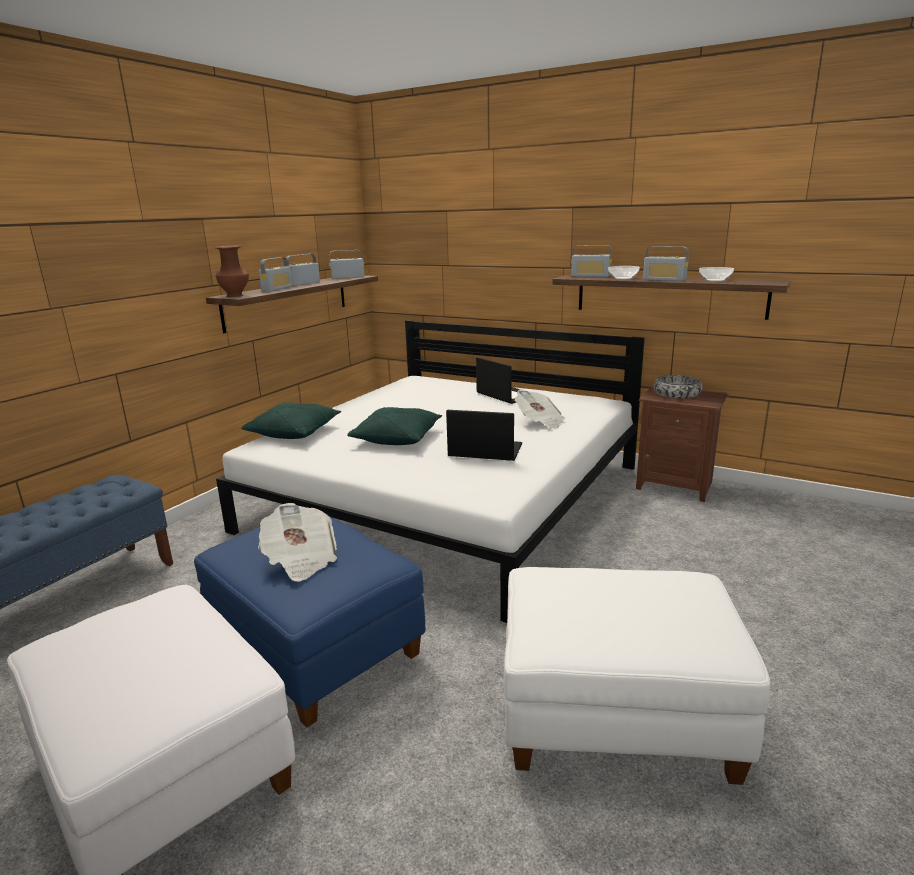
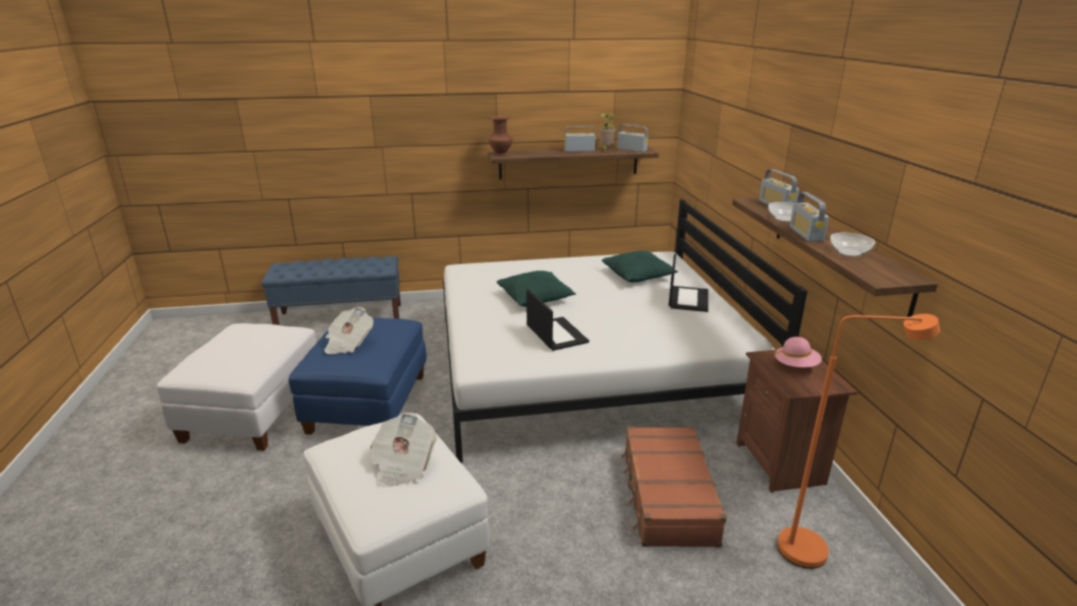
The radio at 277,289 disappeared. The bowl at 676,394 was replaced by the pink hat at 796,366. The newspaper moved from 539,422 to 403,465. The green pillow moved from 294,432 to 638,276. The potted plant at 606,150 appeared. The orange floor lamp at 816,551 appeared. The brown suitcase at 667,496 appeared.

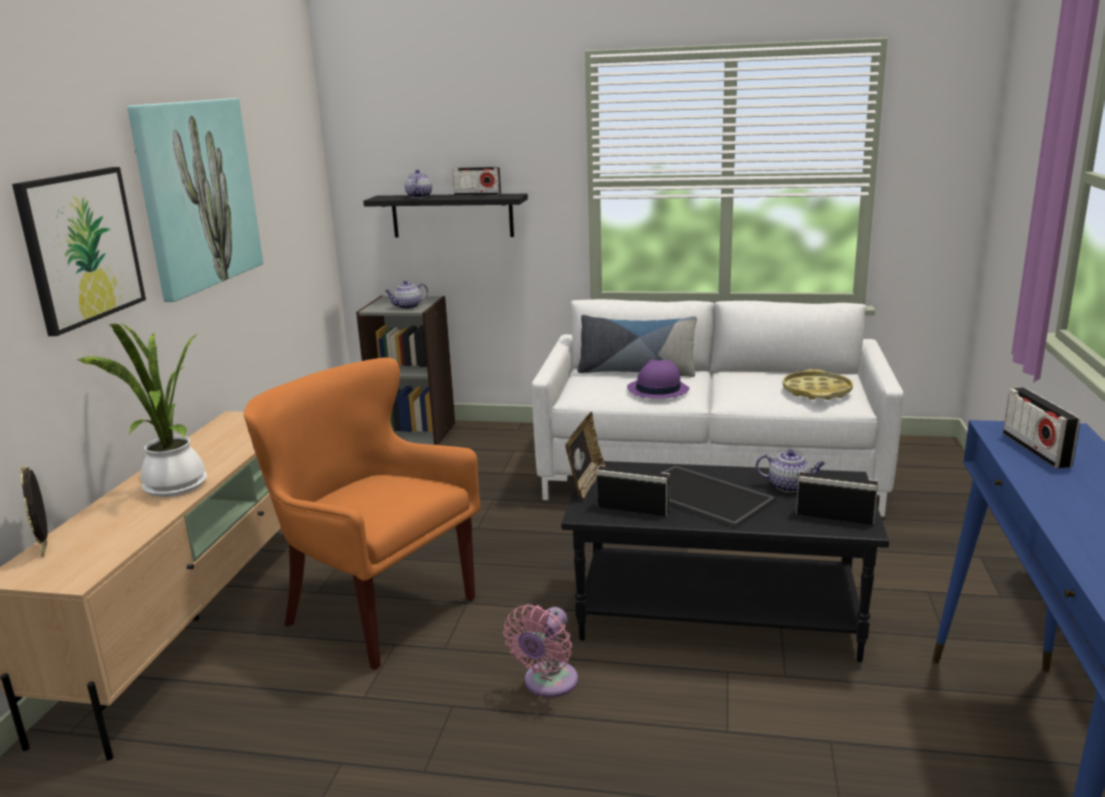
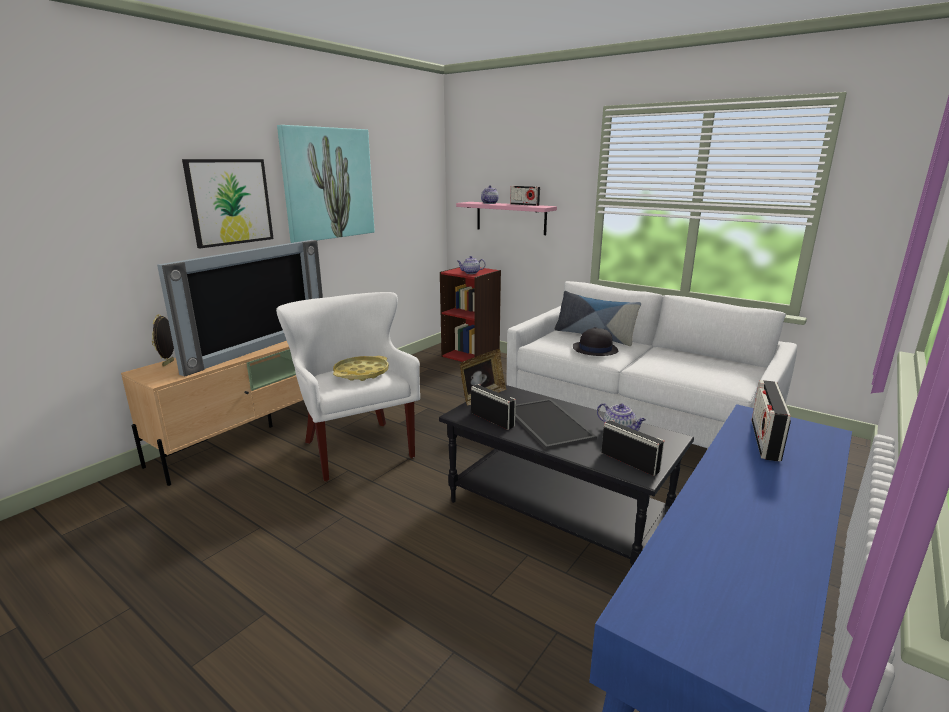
The black shelf at 452,215 became the pink shelf at 510,218. The grey bookcase at 415,433 became the red bookcase at 471,355. The potted plant at 172,488 was replaced by the television at 257,347. The orange armchair at 377,610 became the white armchair at 358,448. The purple hat at 657,389 became the black hat at 594,349. The yellow tray moved from 816,391 to 361,373. The pink fan at 548,683 disappeared.

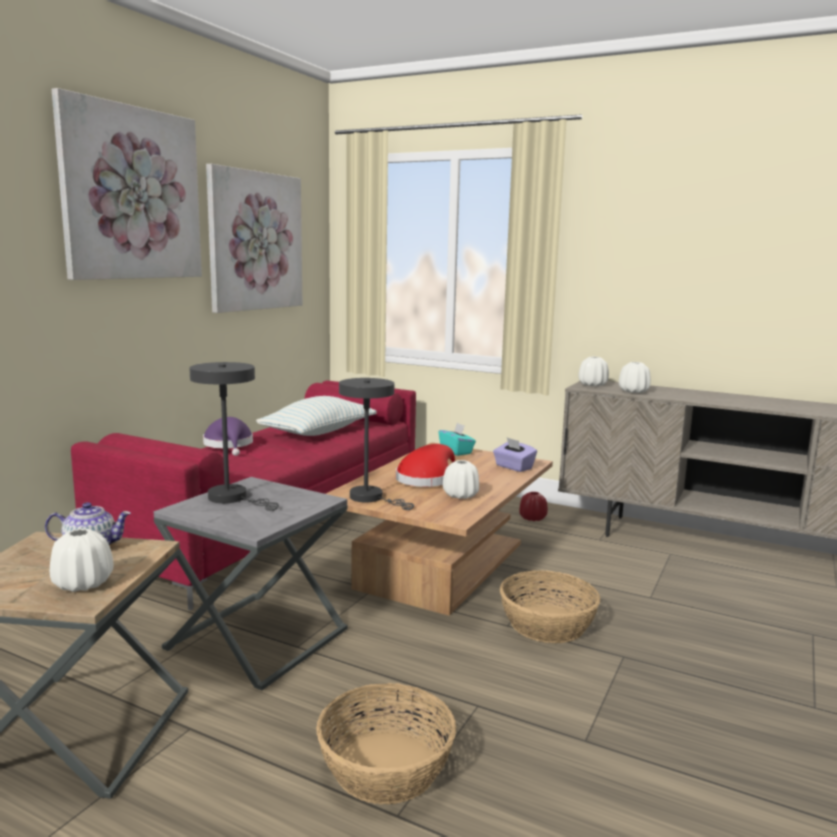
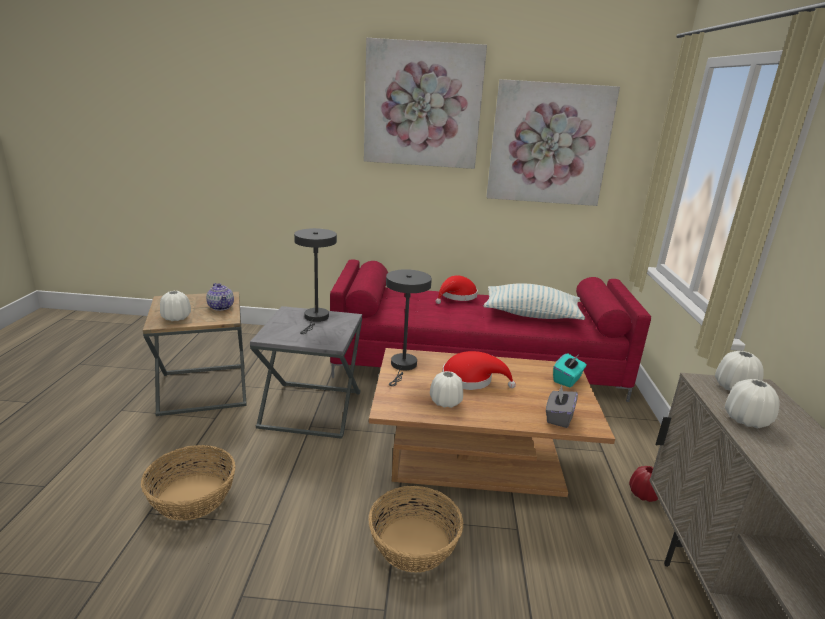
The purple hat at 229,445 became the red hat at 456,296. The purple tissue box at 513,467 became the grey tissue box at 558,417.

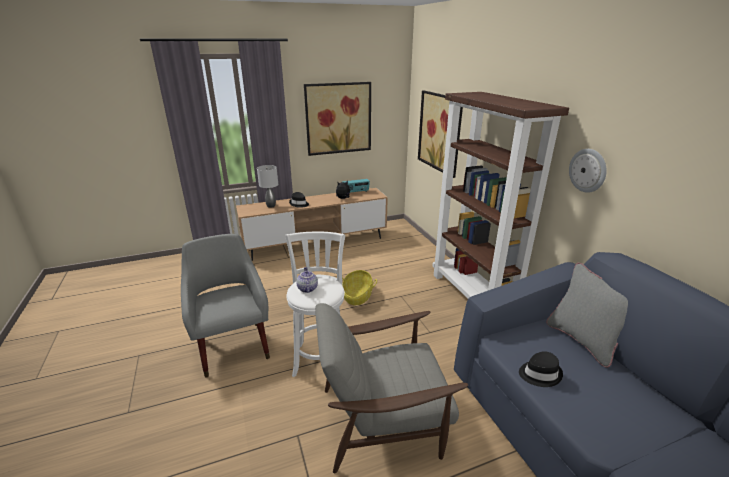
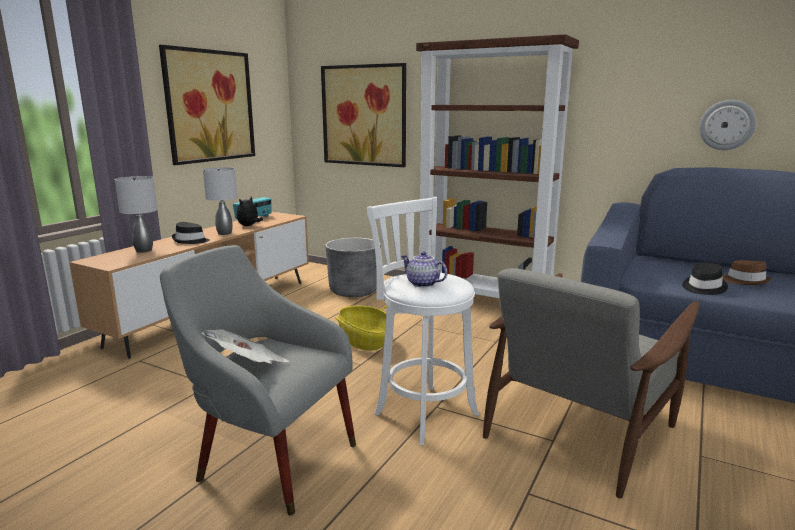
The wall clock moved from 588,170 to 727,125. The grey pillow at 582,341 disappeared. The grey table lamp at 225,233 appeared. The grey planter at 354,291 appeared. The brown hat at 745,281 appeared. The newspaper at 247,366 appeared.

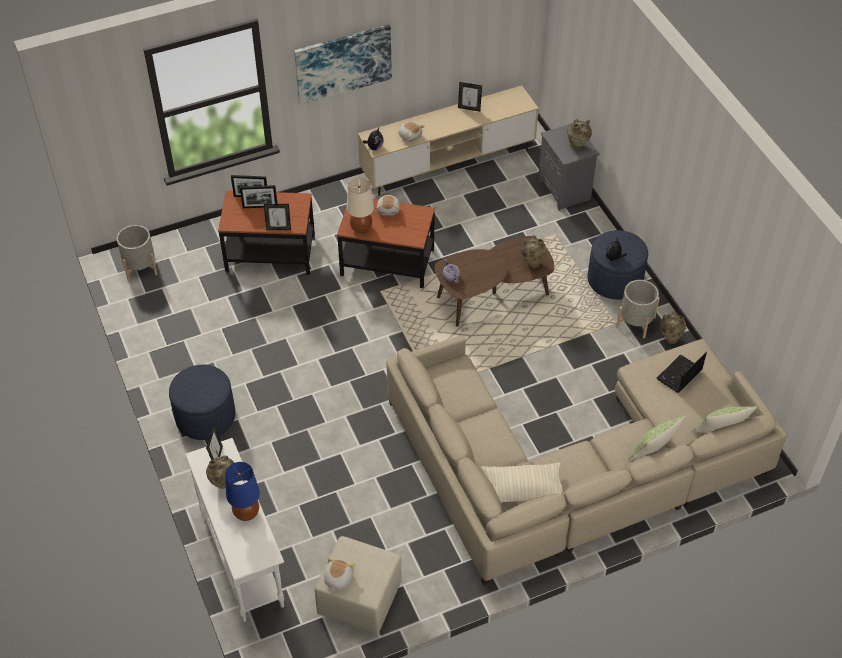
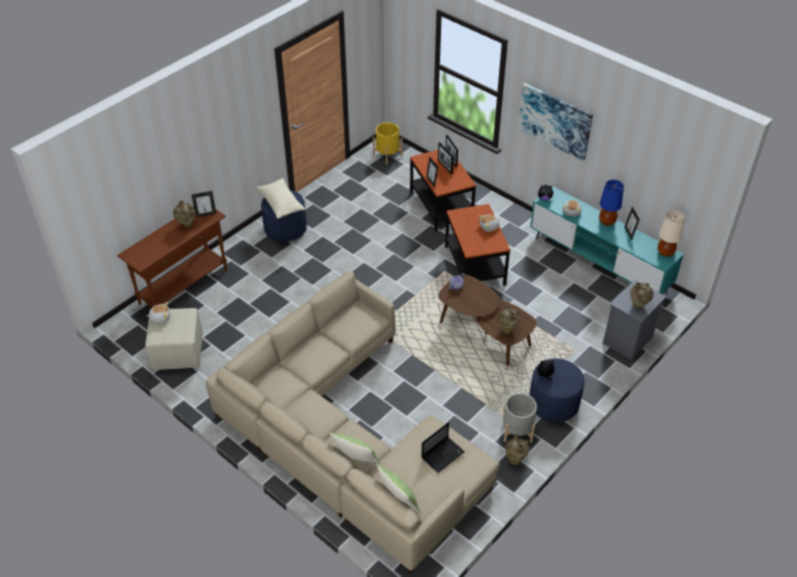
The beige tv stand at 448,164 became the turquoise tv stand at 598,263. The beige table lamp moved from 361,228 to 665,253. The grey planter at 140,267 became the yellow planter at 387,155. The laptop at 679,375 turned 120 degrees clockwise. The white console table at 243,560 became the brown console table at 184,286. The blue table lamp moved from 247,512 to 607,222. The beige pillow moved from 522,490 to 281,204.

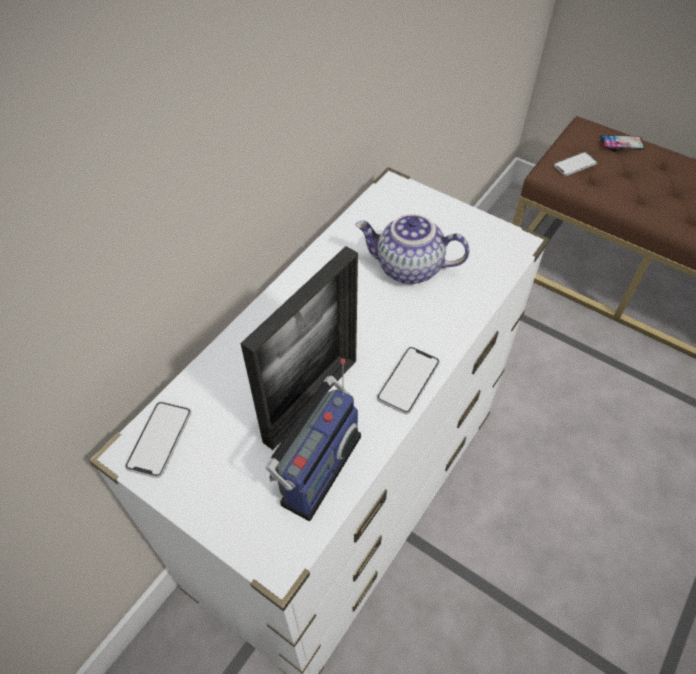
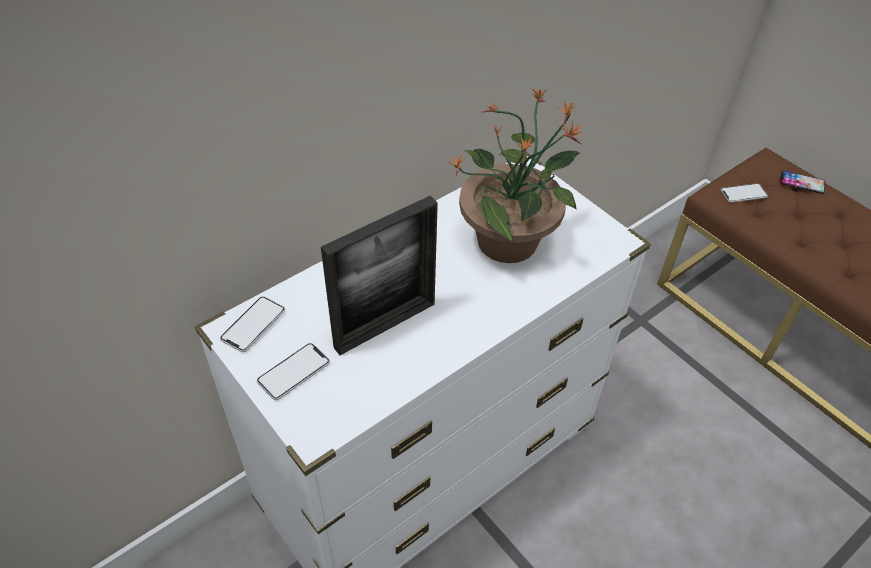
The teapot at 408,269 was replaced by the potted plant at 509,240. The phone moved from 408,380 to 293,372. The radio at 316,467 disappeared.

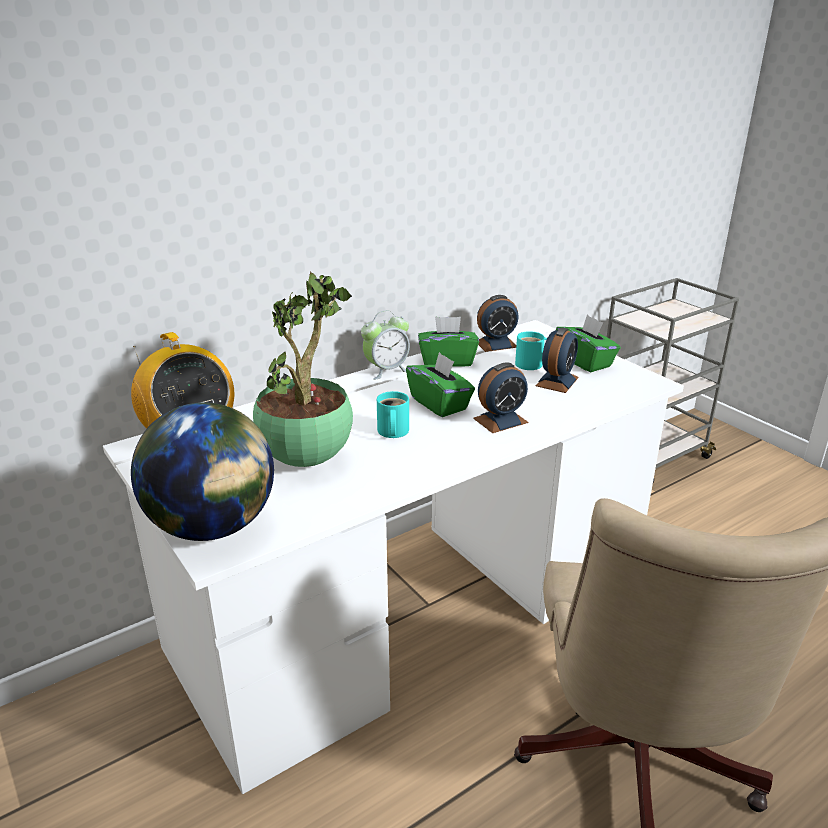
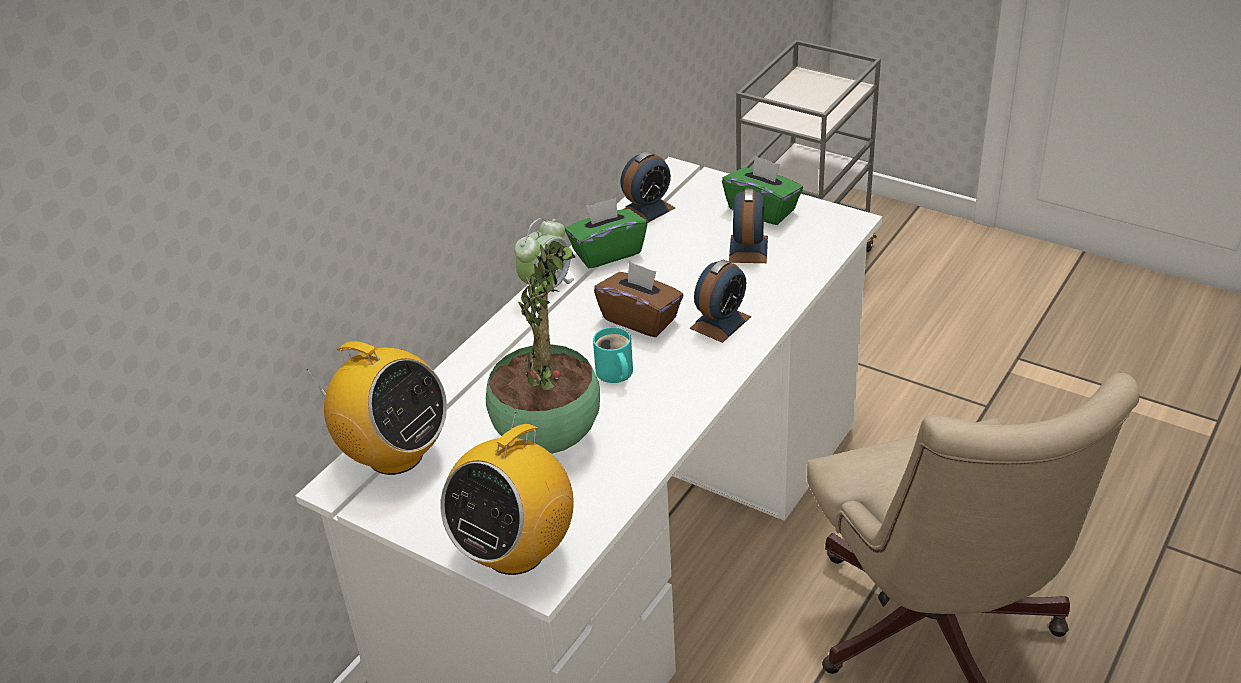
The turquoise mug at 531,364 disappeared. The green tissue box at 439,404 became the brown tissue box at 640,319. The globe at 213,526 was replaced by the radio at 515,551.

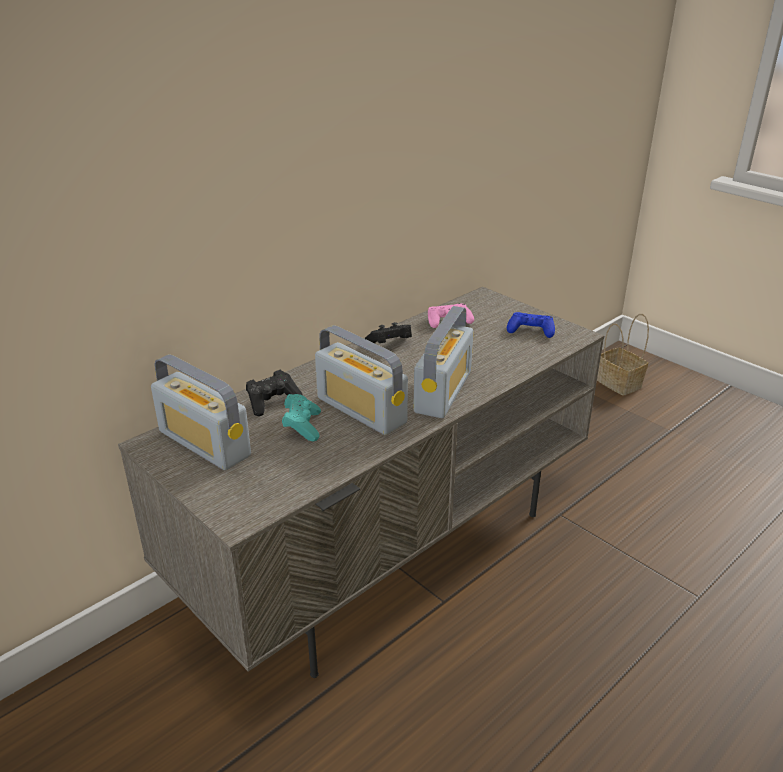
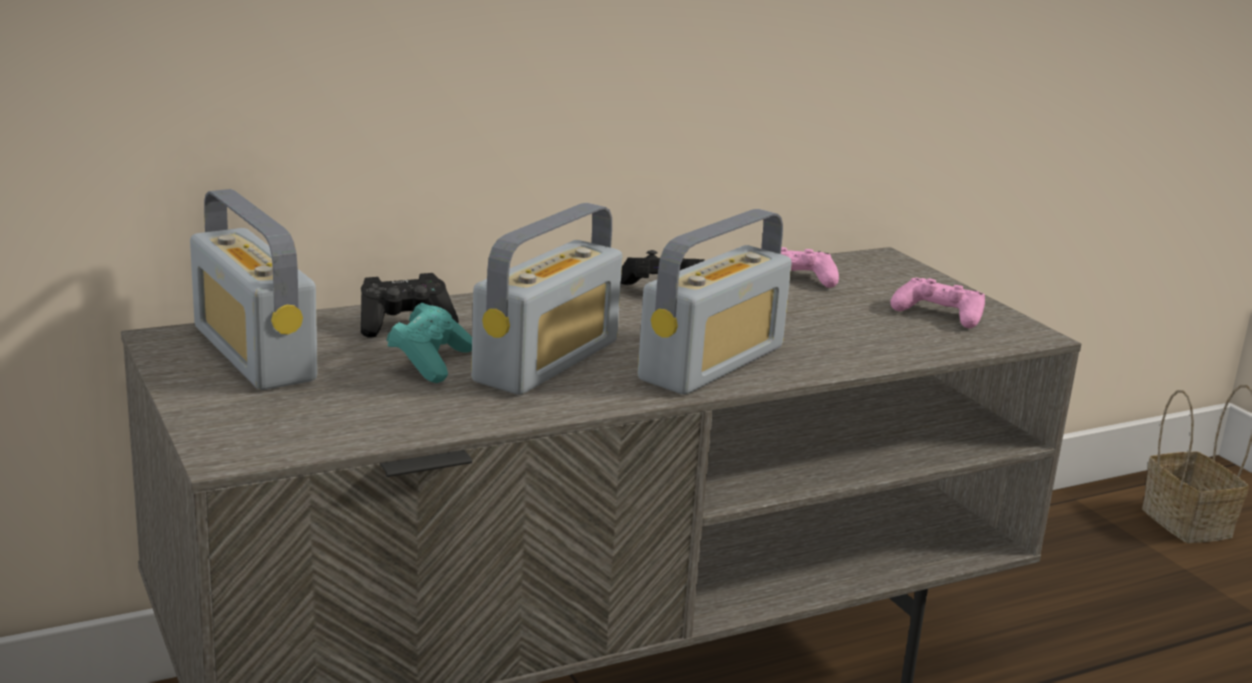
The blue game controller at 530,330 became the pink game controller at 939,314. The radio at 361,410 turned 120 degrees counterclockwise.

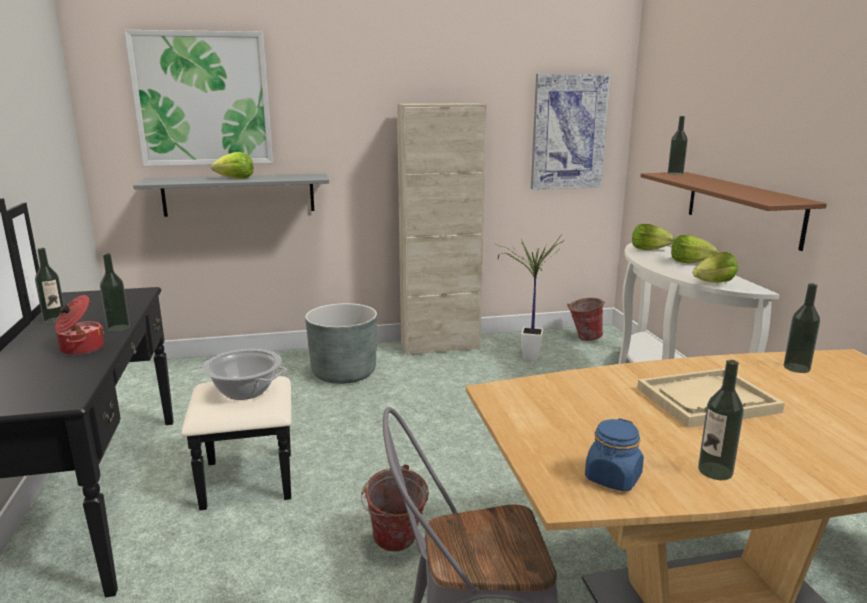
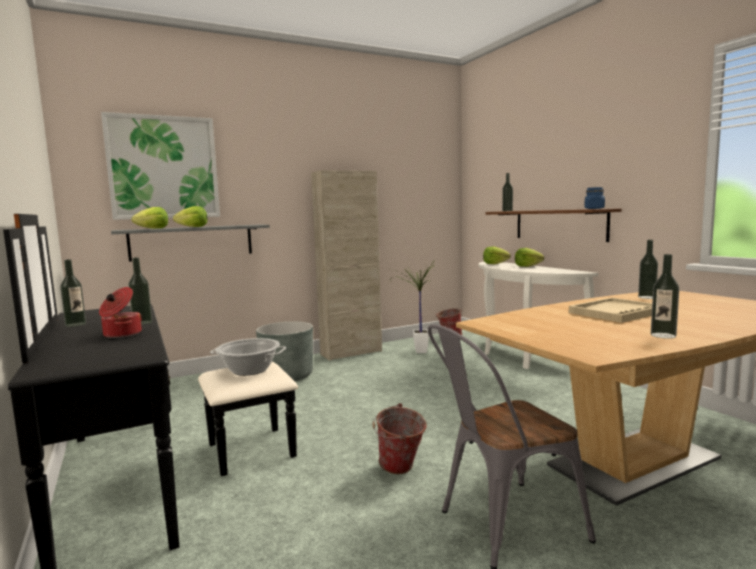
The picture at 568,132 disappeared. The lettuce moved from 714,282 to 153,228. The blue jar moved from 613,478 to 594,208.

